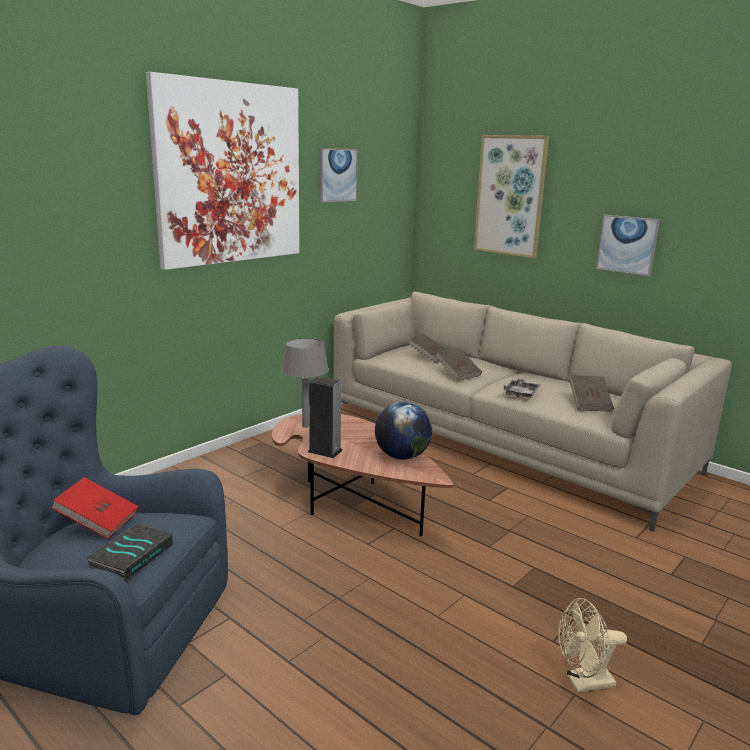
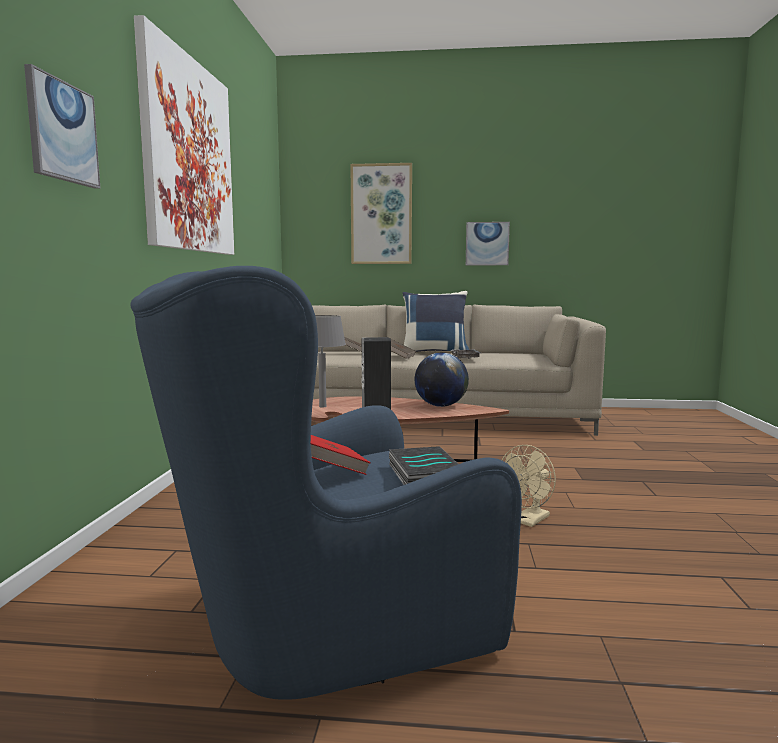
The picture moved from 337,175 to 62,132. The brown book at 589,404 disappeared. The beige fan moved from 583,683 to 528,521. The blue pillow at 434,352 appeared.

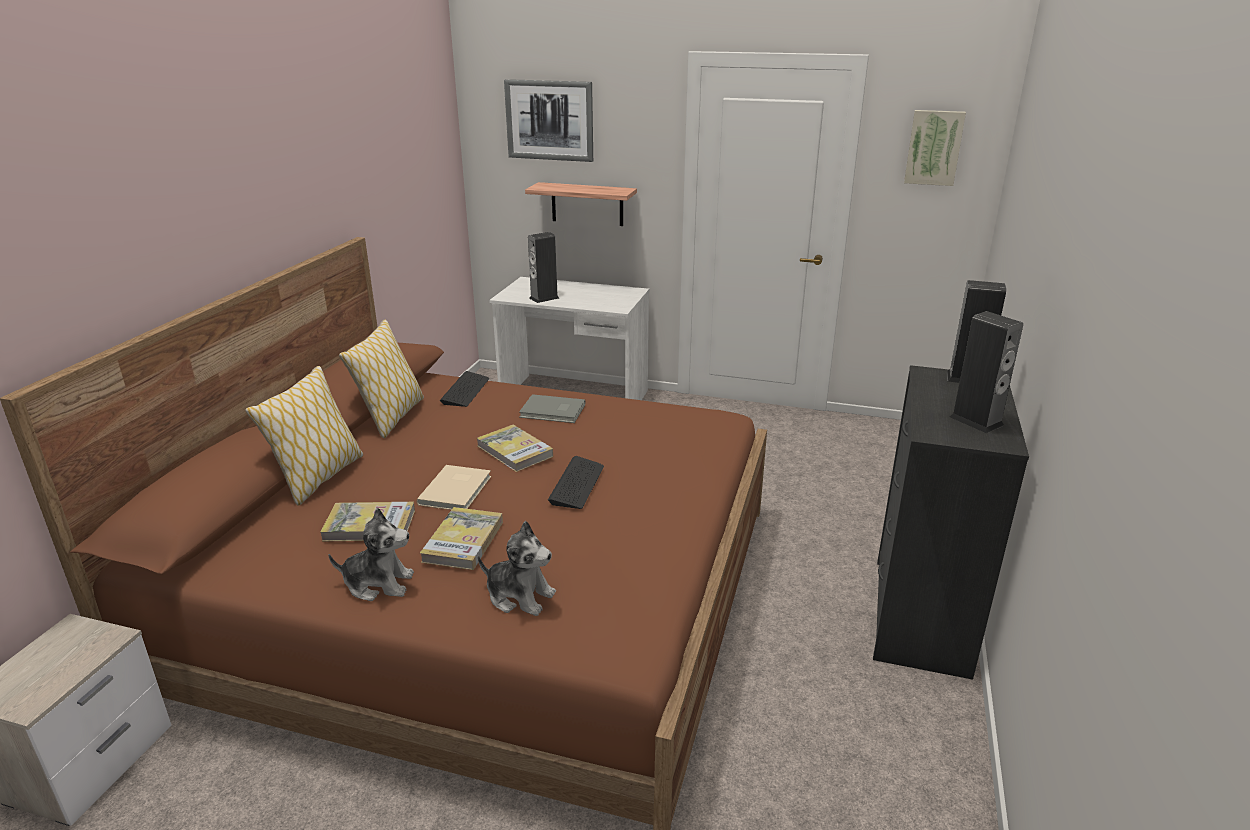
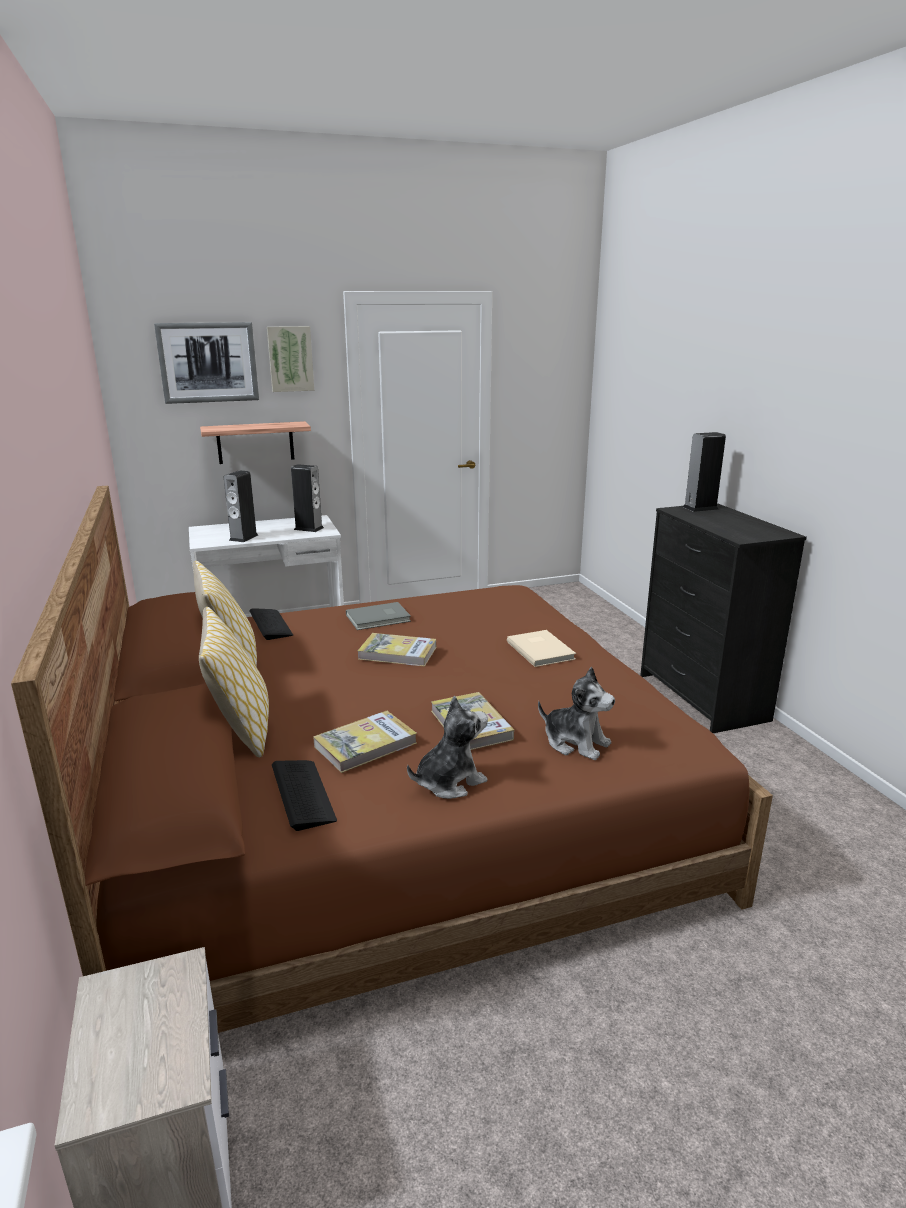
The picture moved from 934,147 to 290,359. The speaker moved from 976,421 to 308,528. The keyboard moved from 577,484 to 303,794. The beige book moved from 457,490 to 541,650. The plush toy at 520,596 turned 45 degrees clockwise.

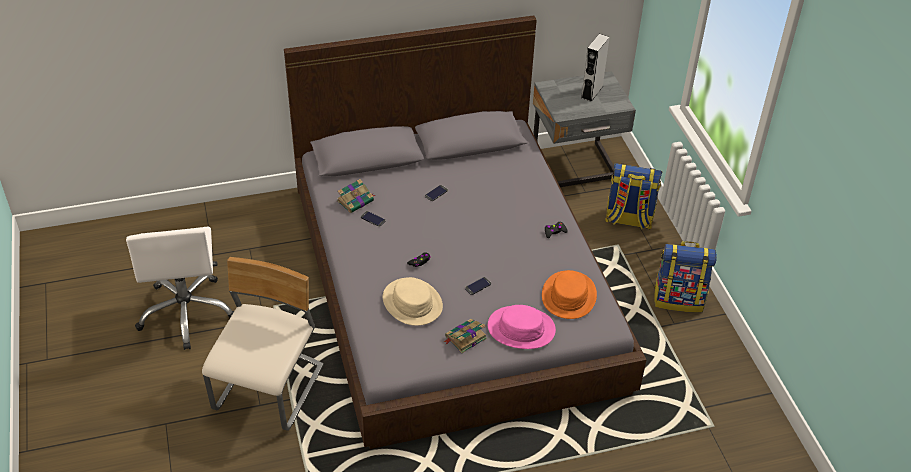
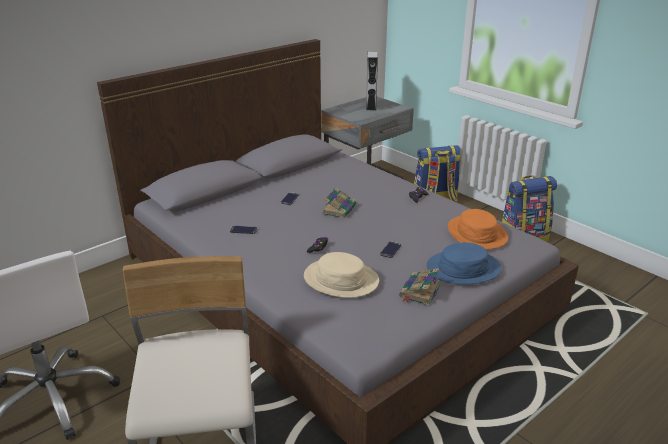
The book moved from 356,201 to 339,209. The pink hat at 521,328 became the blue hat at 463,268.

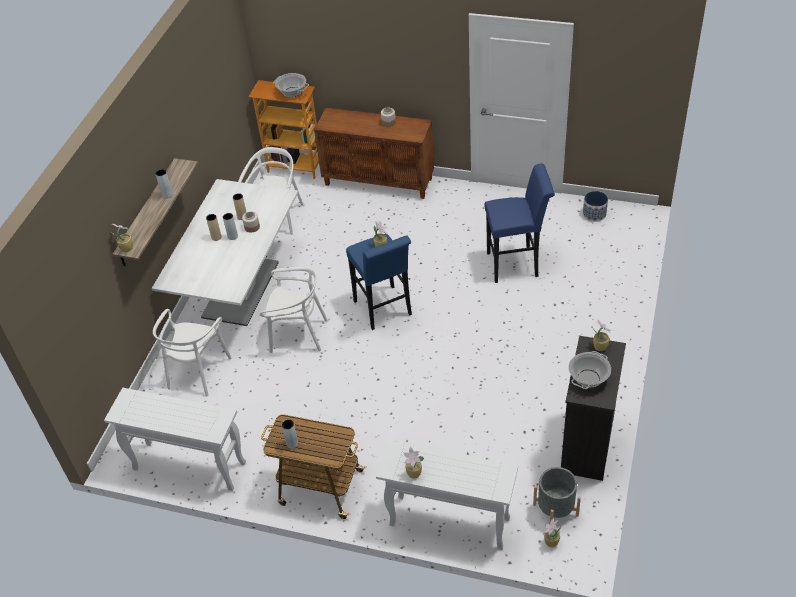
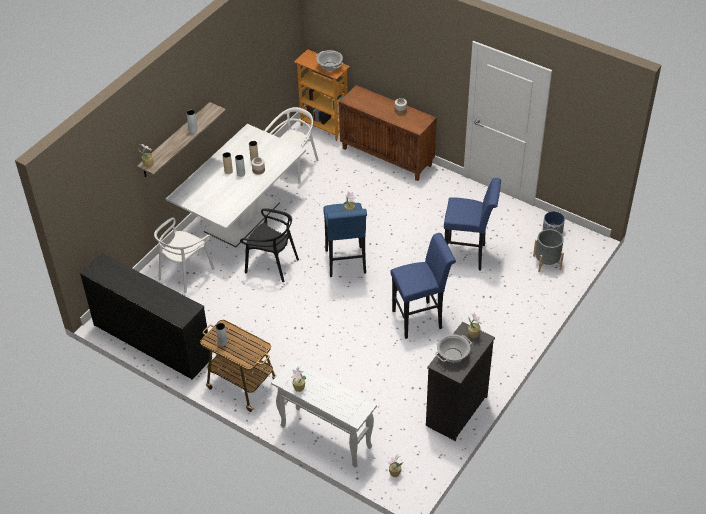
The white chair at 298,334 became the black chair at 272,264. The white console table at 188,466 was replaced by the black dresser at 152,341. The grey planter moved from 555,510 to 547,262. The blue stool at 421,318 appeared.

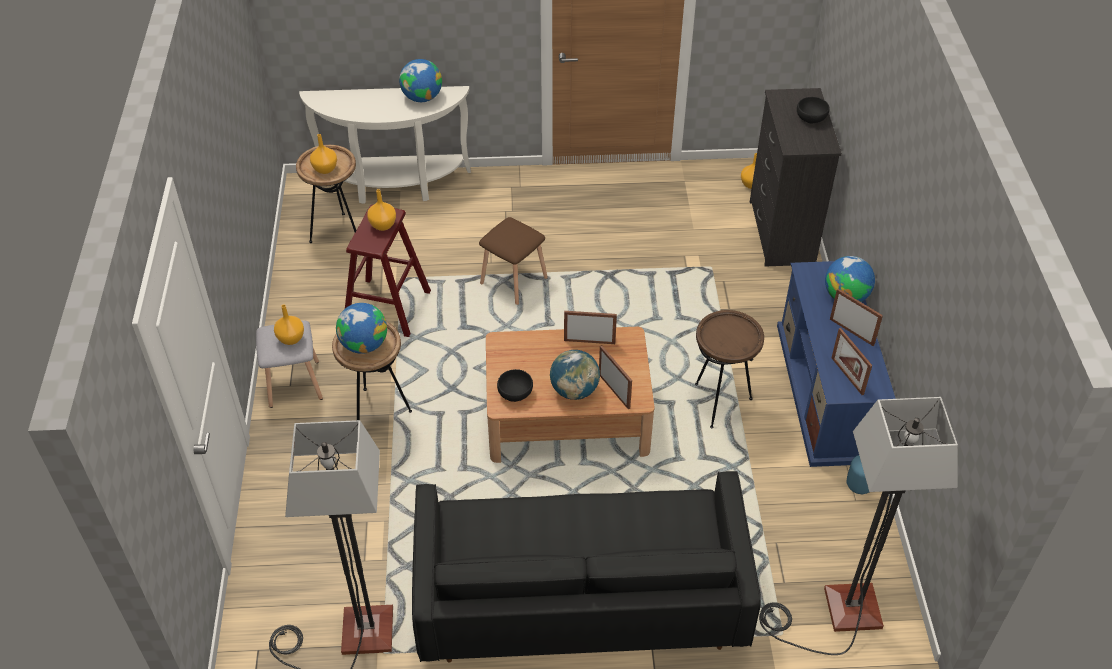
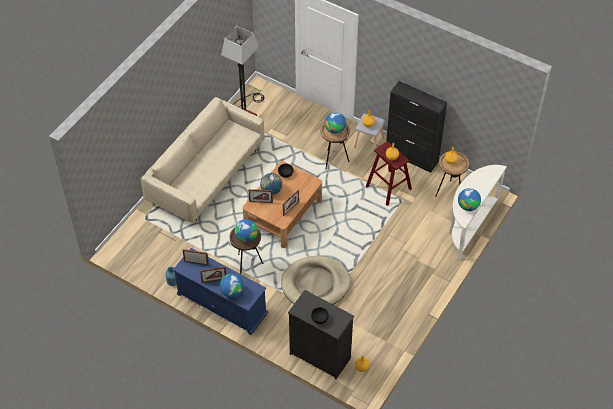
The brown stool at 513,281 disappeared. The floor lamp at 836,614 disappeared. The black sofa at 580,596 became the beige sofa at 206,175. The black cabinet at 412,157 appeared. The globe at 246,237 appeared. The beige dog bed at 315,284 appeared.

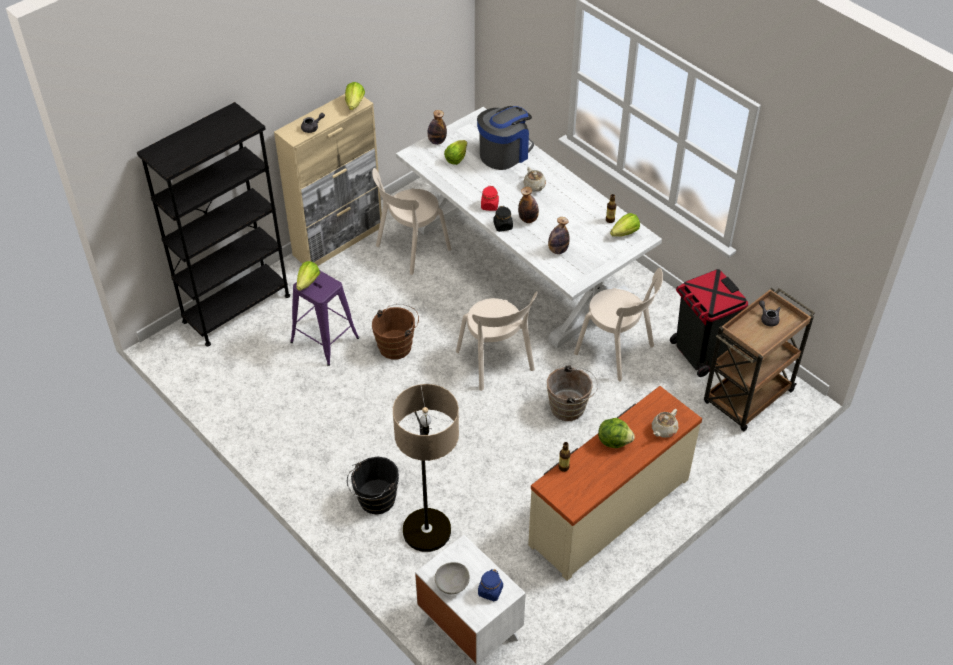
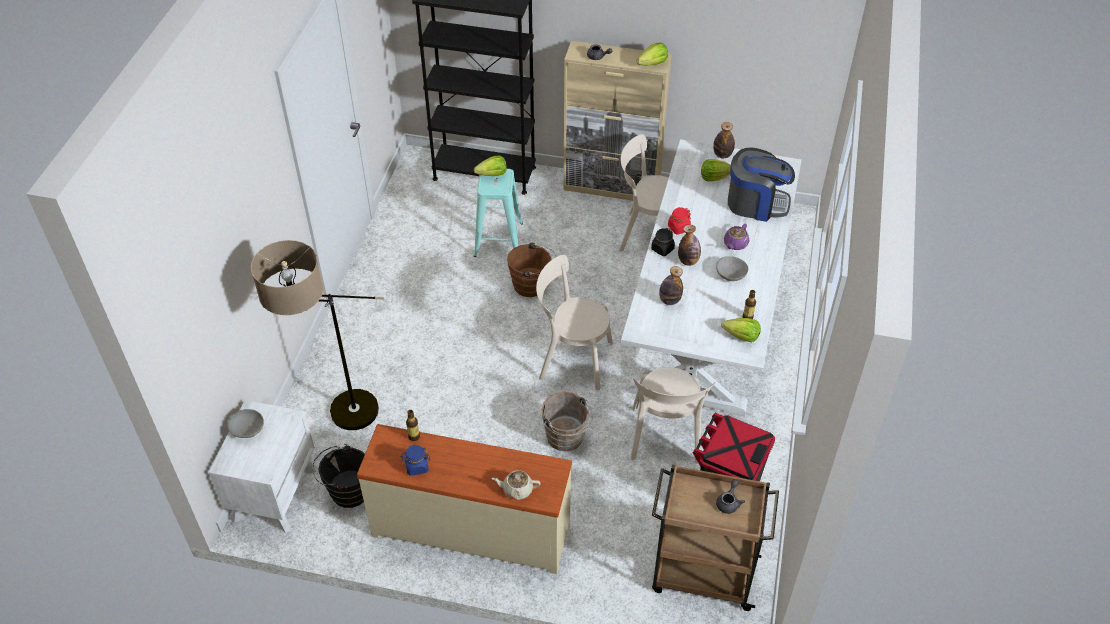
The beige teapot at 534,186 became the purple teapot at 735,244. The purple stool at 324,340 became the turquoise stool at 498,239. The beige chair at 496,363 turned 75 degrees clockwise. The lettuce at 614,441 disappeared. The black bucket moved from 374,501 to 347,491. The blue jar moved from 490,591 to 416,466. The grey bowl at 730,275 appeared.

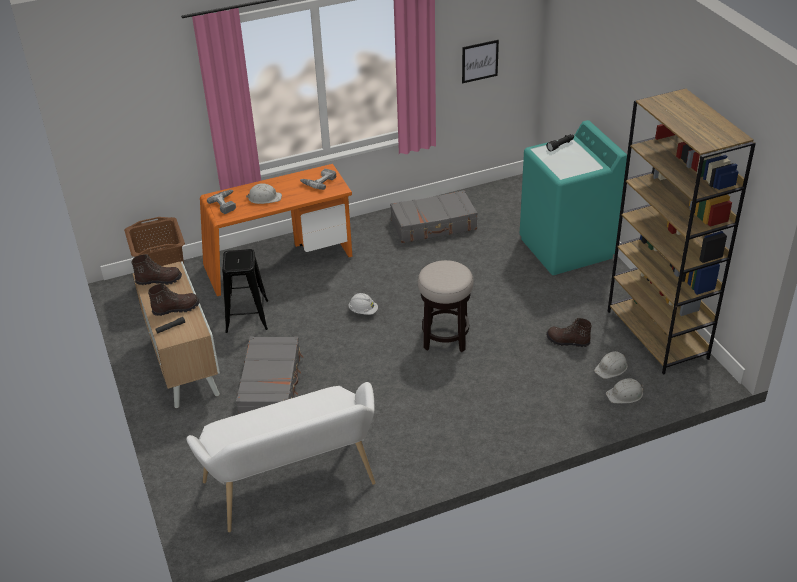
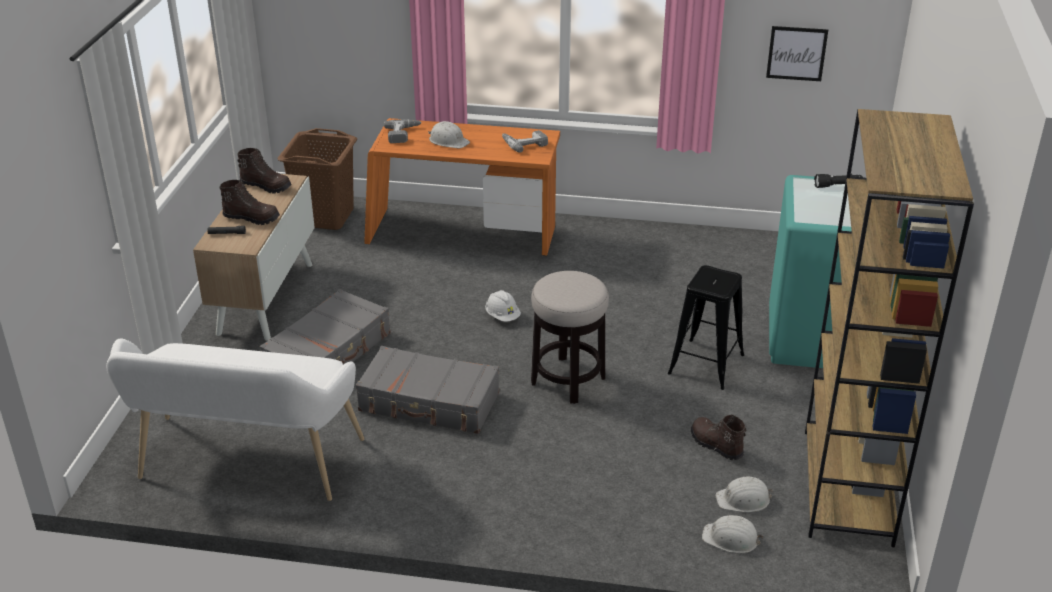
The grey suitcase moved from 434,225 to 429,403. The black stool moved from 247,316 to 706,364.

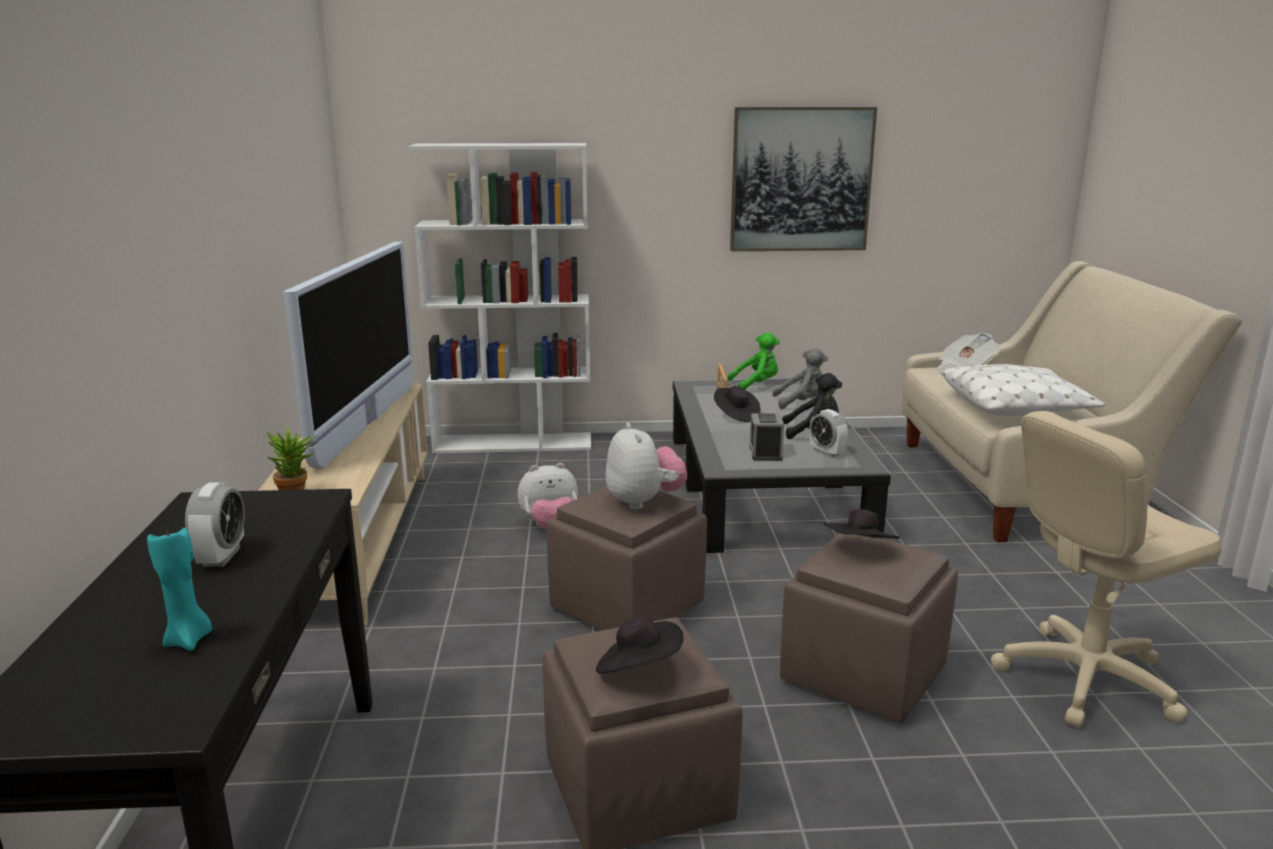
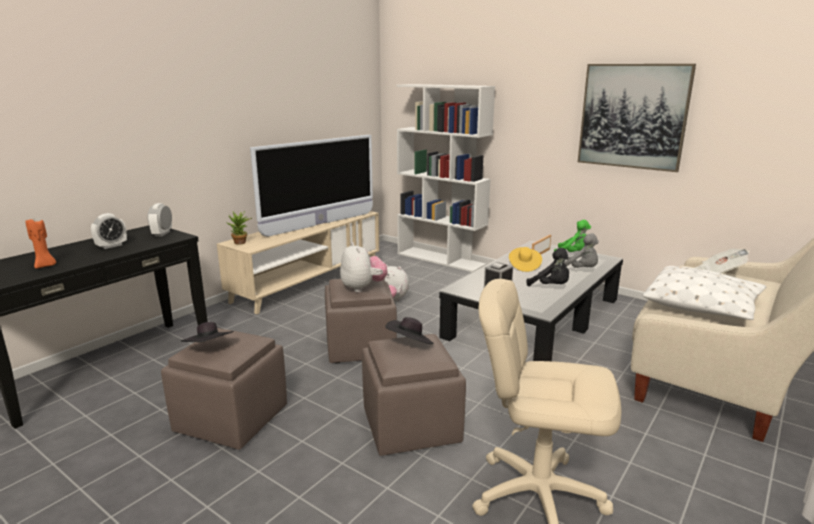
The black hat at 735,415 became the yellow hat at 524,266. The alarm clock moved from 827,452 to 162,234. The plush toy at 644,502 turned 45 degrees counterclockwise. The turquoise candle at 189,640 became the orange candle at 45,266.

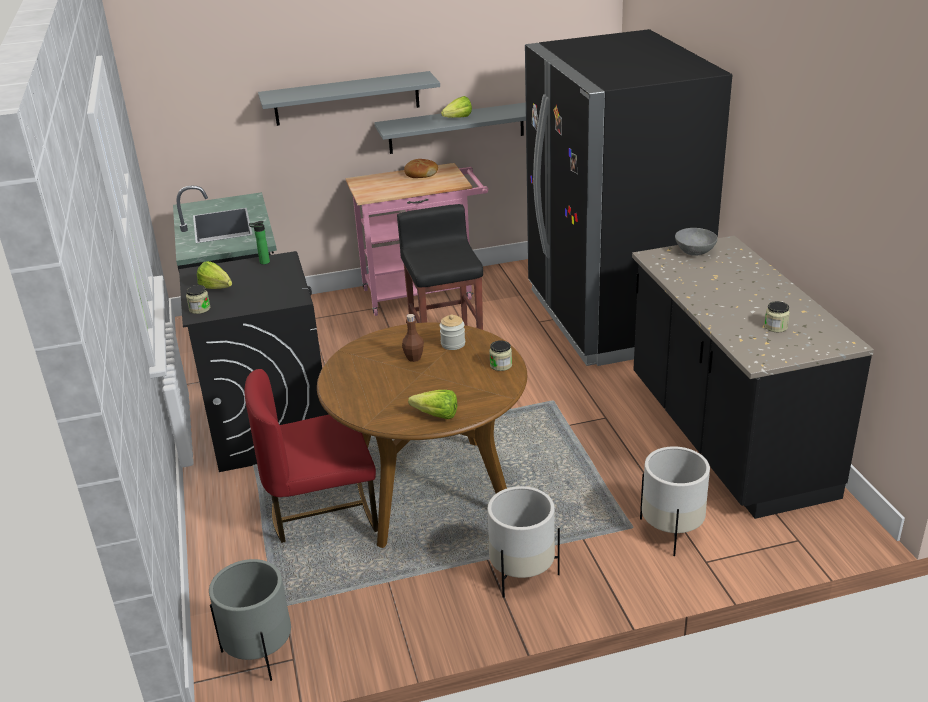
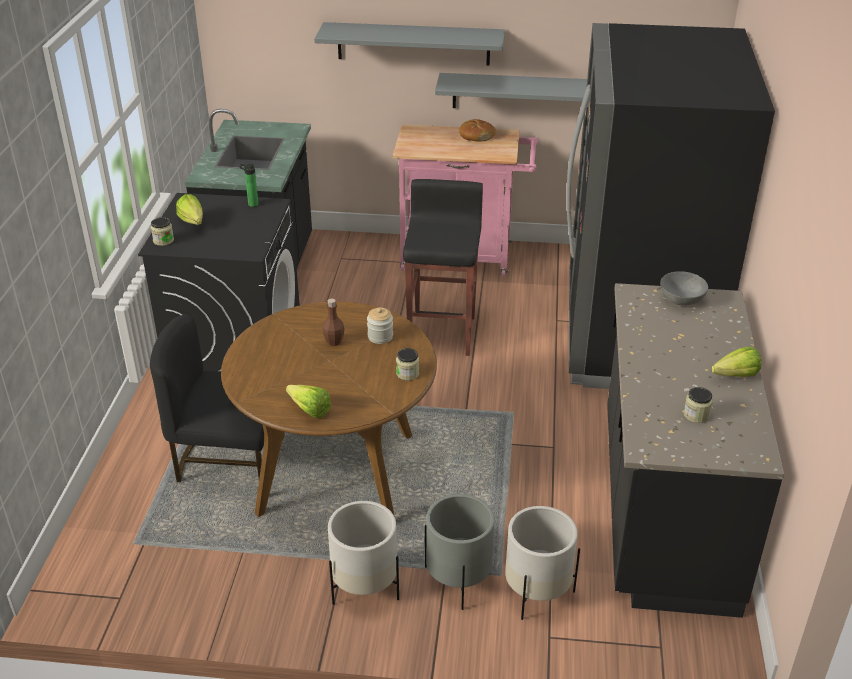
The lettuce moved from 455,119 to 731,376. The red chair at 323,512 became the black chair at 229,463. The grey planter moved from 260,652 to 458,580.

